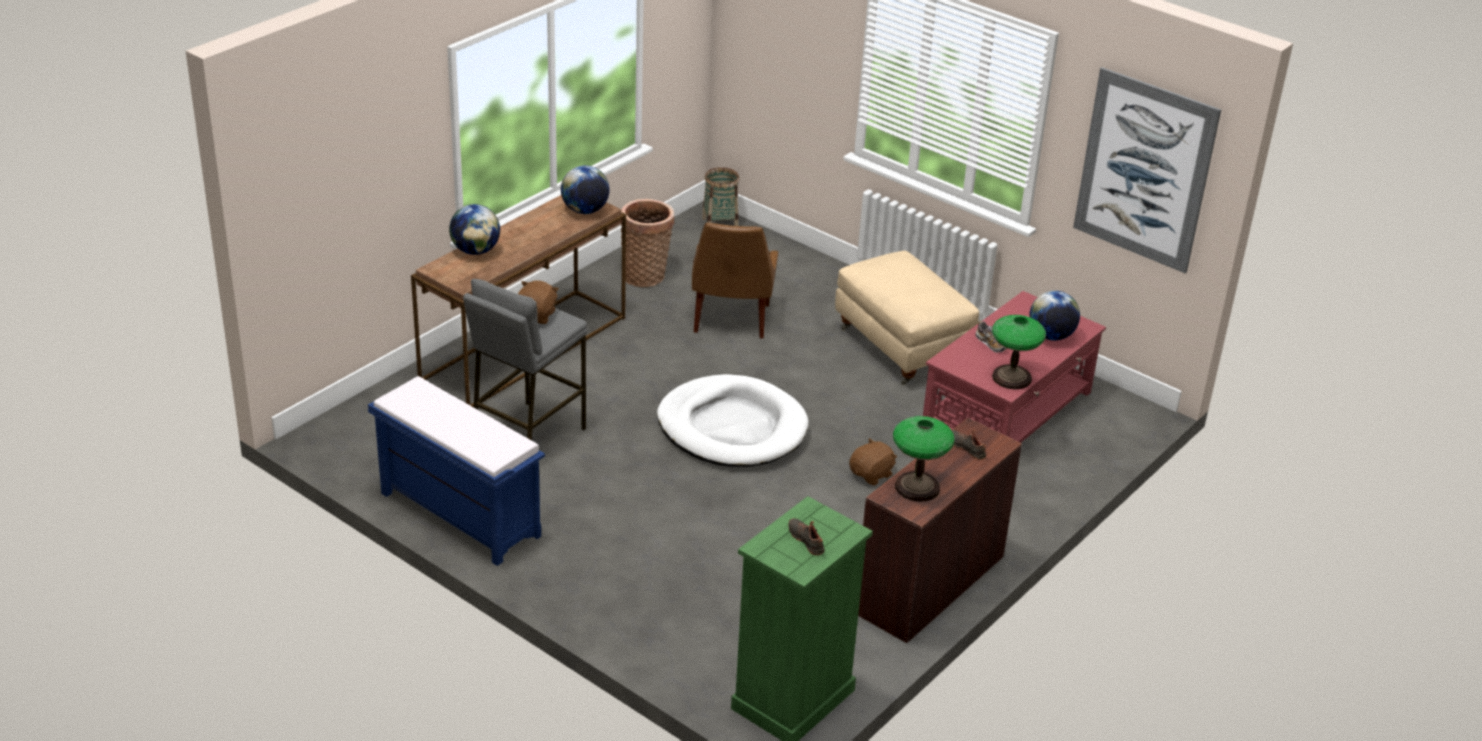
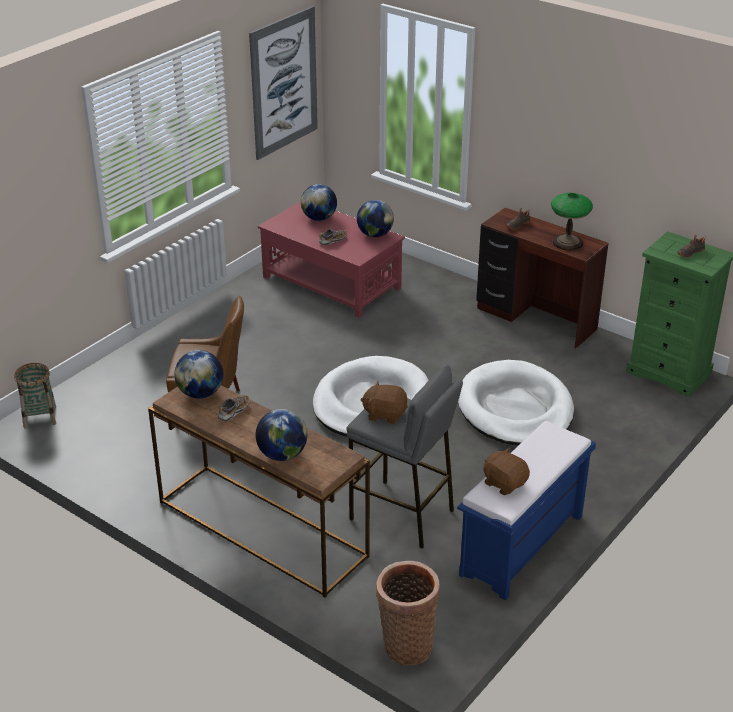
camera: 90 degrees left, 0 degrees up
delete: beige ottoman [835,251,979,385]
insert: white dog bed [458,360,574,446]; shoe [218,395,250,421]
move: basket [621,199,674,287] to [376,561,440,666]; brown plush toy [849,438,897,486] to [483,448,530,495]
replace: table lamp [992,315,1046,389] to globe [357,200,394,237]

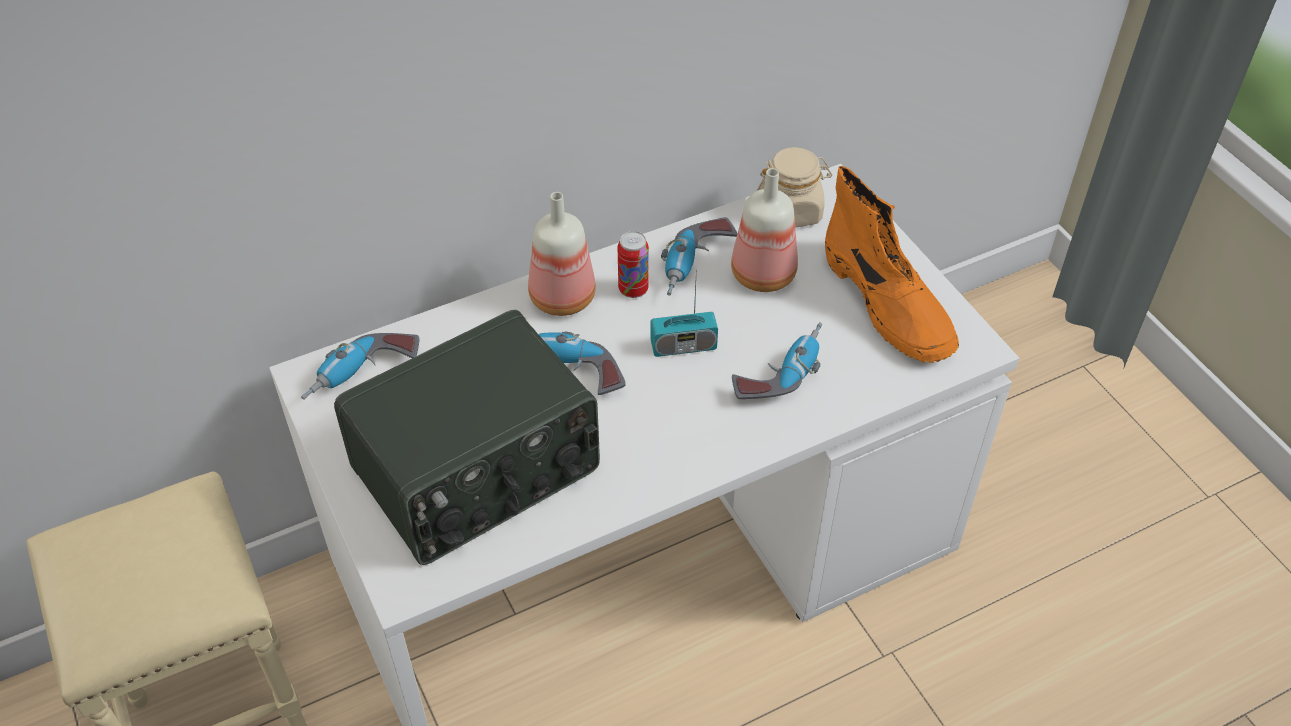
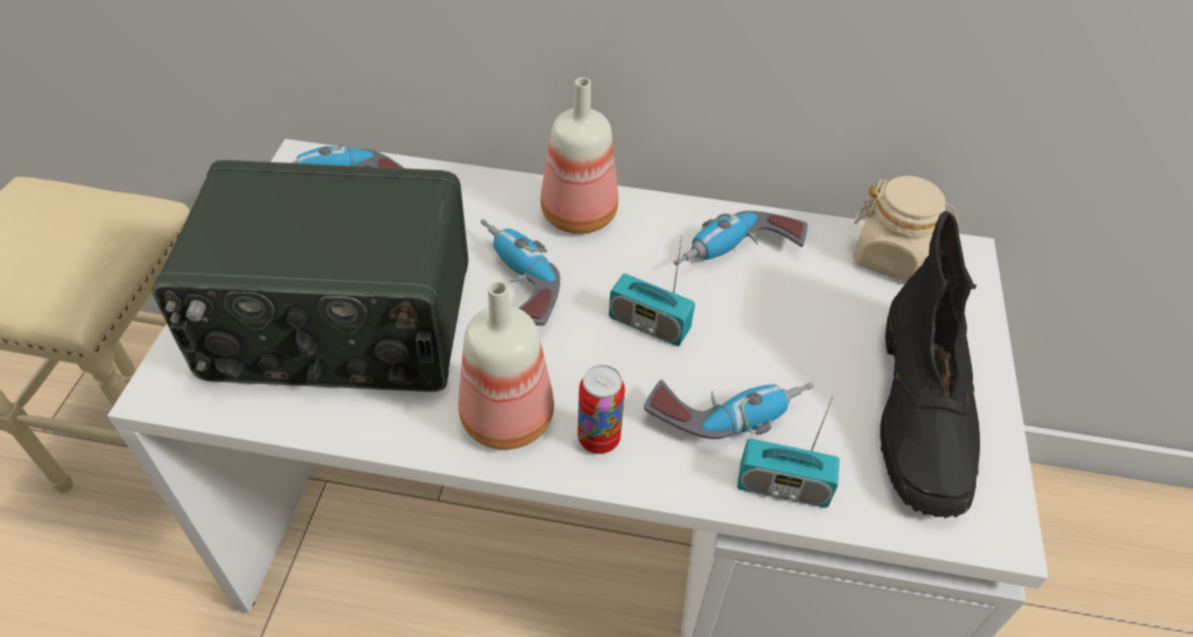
camera: 35 degrees right, 0 degrees up
insert: radio [737,397,840,508]
move: bottle [731,168,798,292] to [458,281,554,450]; can [618,231,649,298] to [578,365,625,454]
recolor: orange boot [825,166,959,363] to black boot [880,211,980,518]

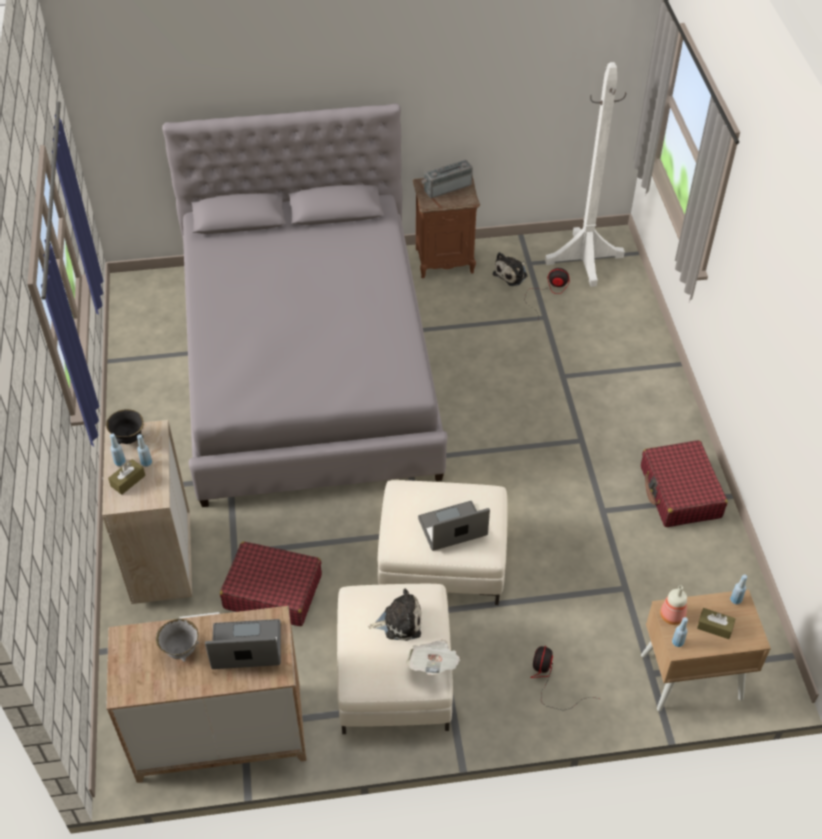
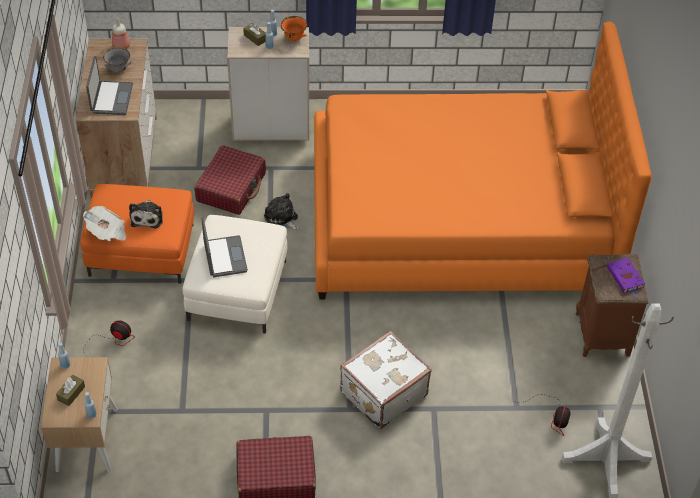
camera: 95 degrees right, 0 degrees up
insert: white suitcase [340,331,432,429]
move: plush toy [493,252,528,286] to [264,193,299,230]; bottle [660,586,687,625] to [112,18,130,49]
replace: radio [421,159,473,198] to purple book [607,258,645,297]
recolor: grey bed [162,103,448,507] to orange bed [314,21,652,300]; black bowl [106,409,144,444] to orange bowl [281,16,307,41]; white ottoman [337,584,453,734] to orange ottoman [80,184,194,284]

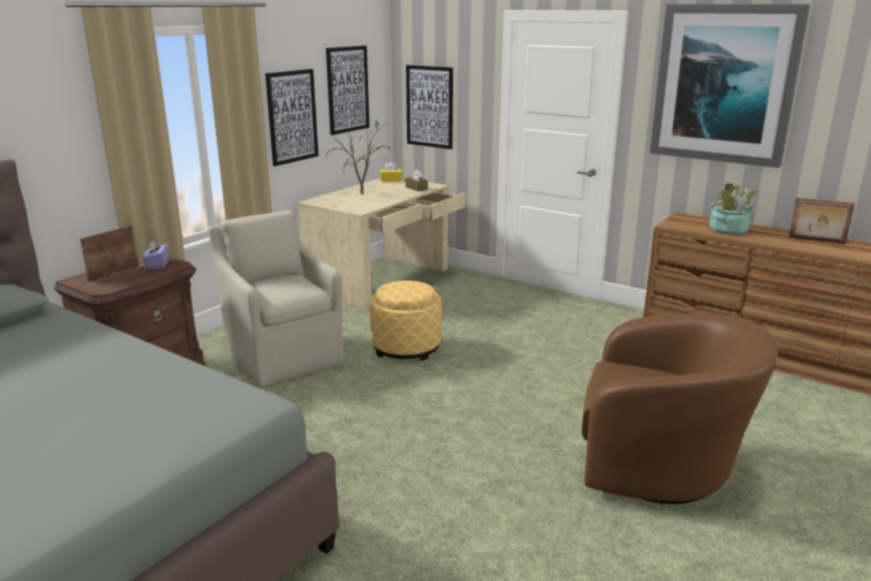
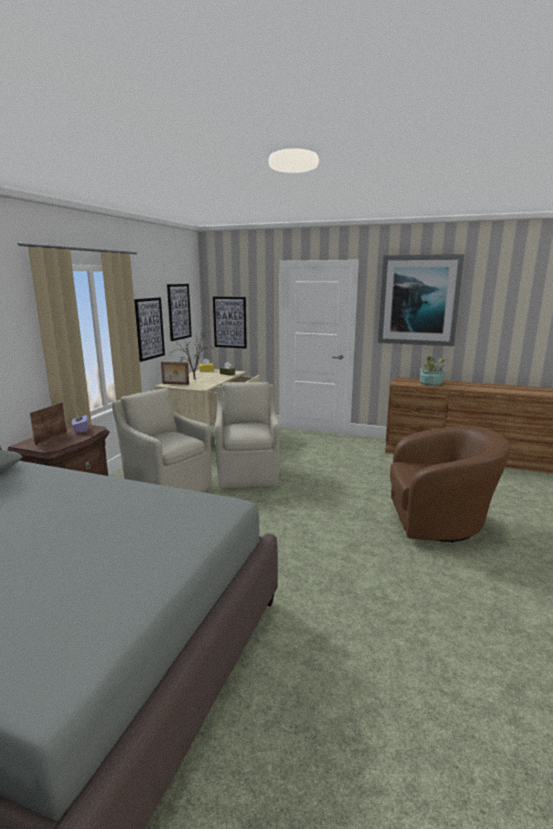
camera: 15 degrees left, 5 degrees down
move: picture frame [789,198,855,244] to [161,362,189,385]
replace: ottoman [370,280,442,361] to beige armchair [214,382,280,488]

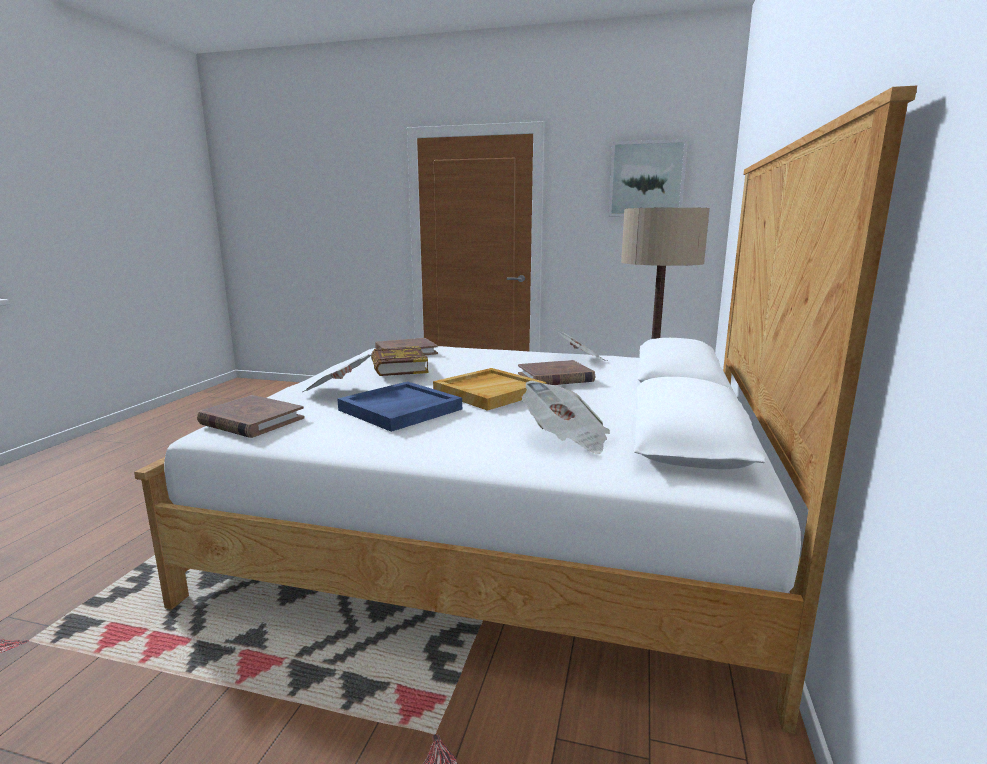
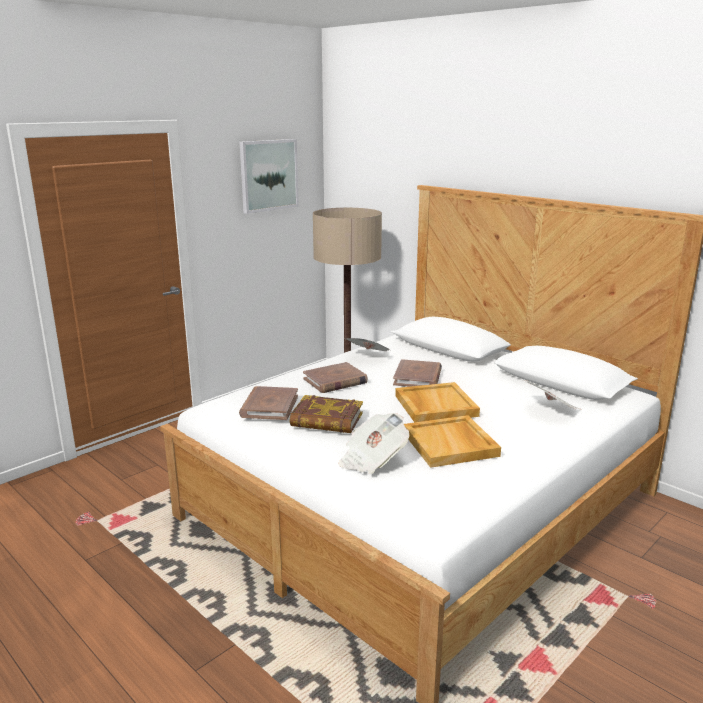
camera: 60 degrees left, 5 degrees up
move: brown book [197,395,305,438] to [303,362,368,393]
recolor: blue tray [337,381,462,432] to beige tray [404,415,501,468]

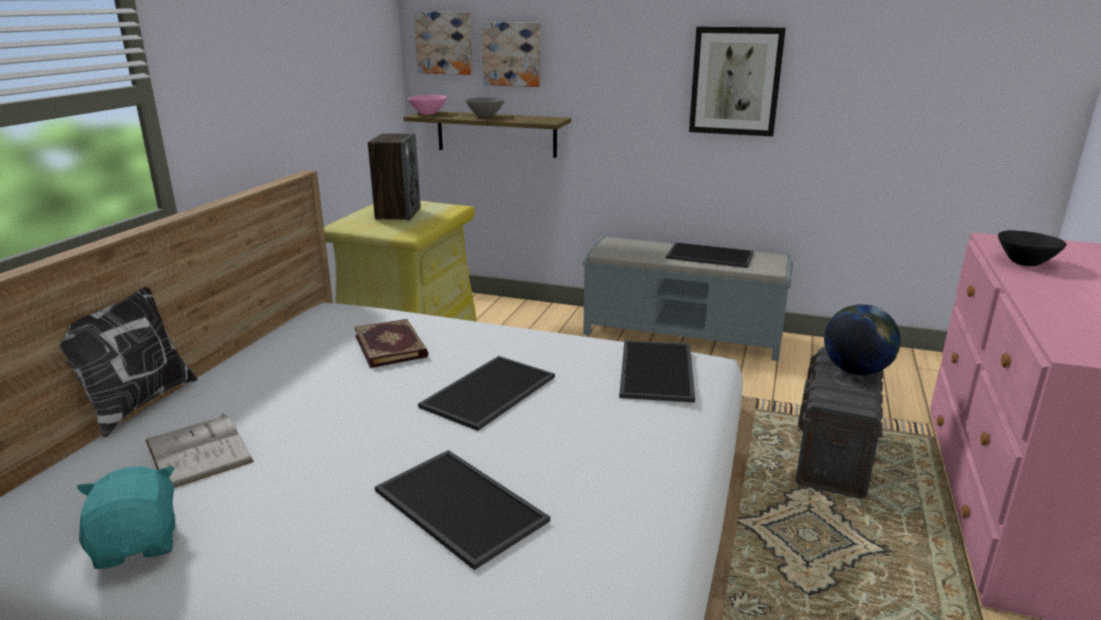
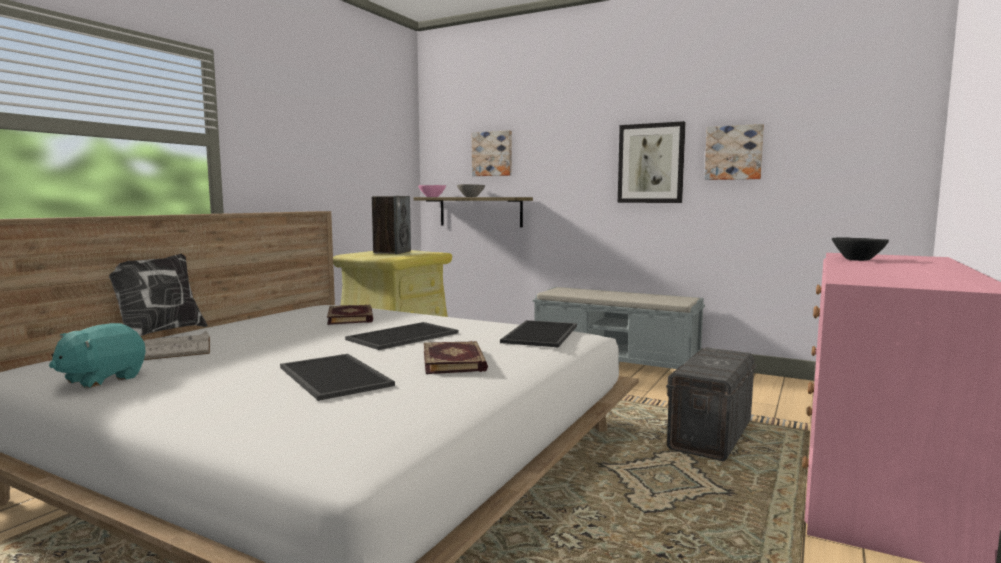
camera: 10 degrees right, 15 degrees down
delete: tray [666,242,753,268]; globe [824,304,901,375]
insert: book [424,341,488,374]
move: picture [414,11,473,75] to [704,124,764,180]
rotate: turquoise plush toy [77,466,175,569] = [49,323,145,389] 135 degrees counterclockwise

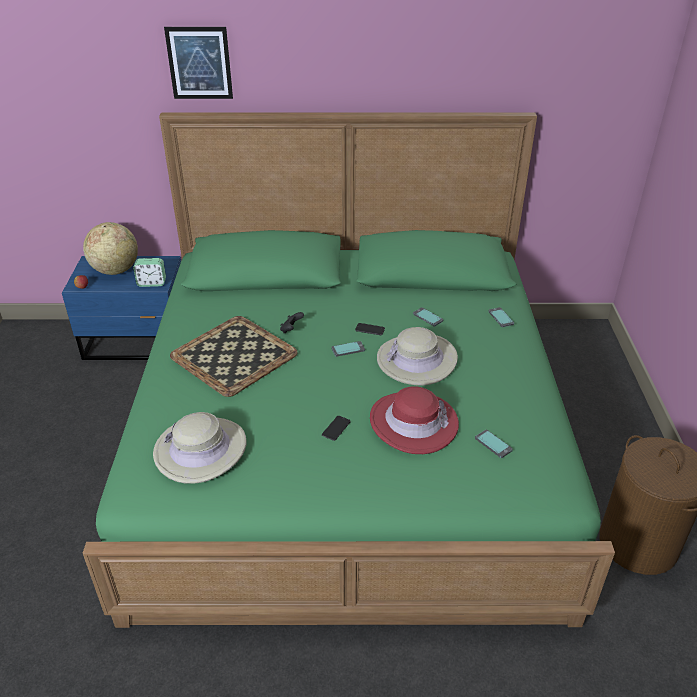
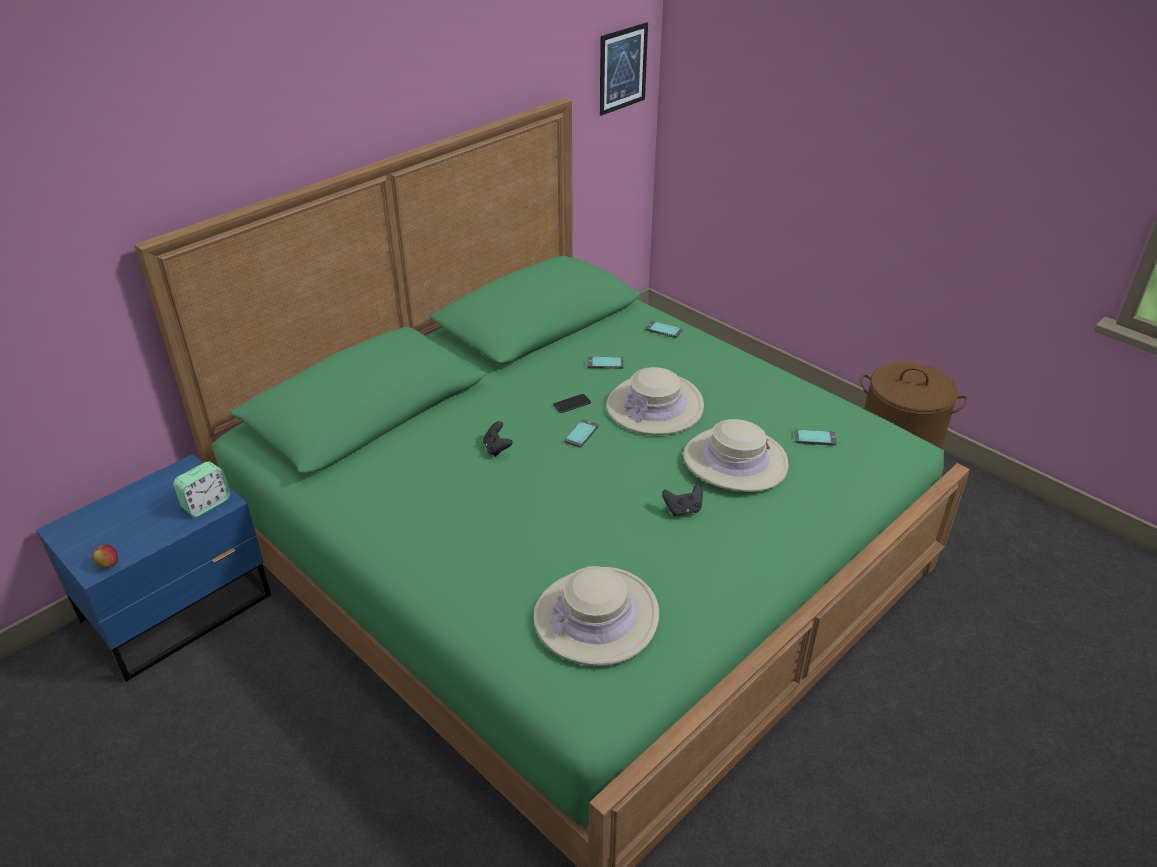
camera: 45 degrees left, 0 degrees up
delete: globe [83,222,138,275]; tray [170,316,298,397]
move: picture [164,27,233,99] to [600,22,648,116]
replace: phone [322,416,351,441] to black game controller [662,484,703,516]
recolor: red hat [370,386,459,454] to beige hat [684,419,789,492]

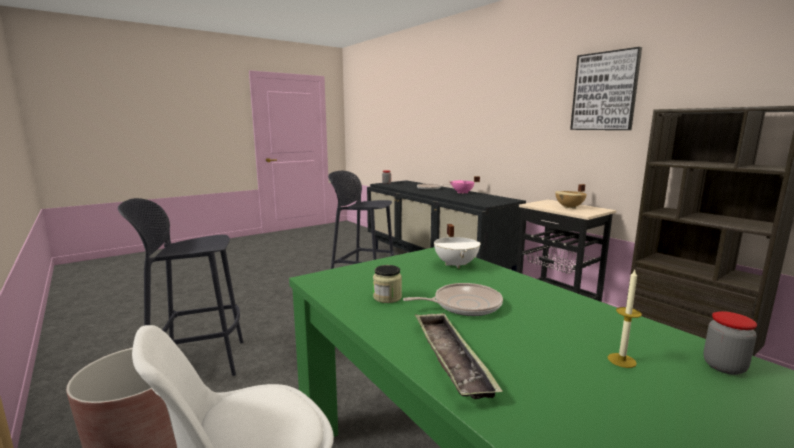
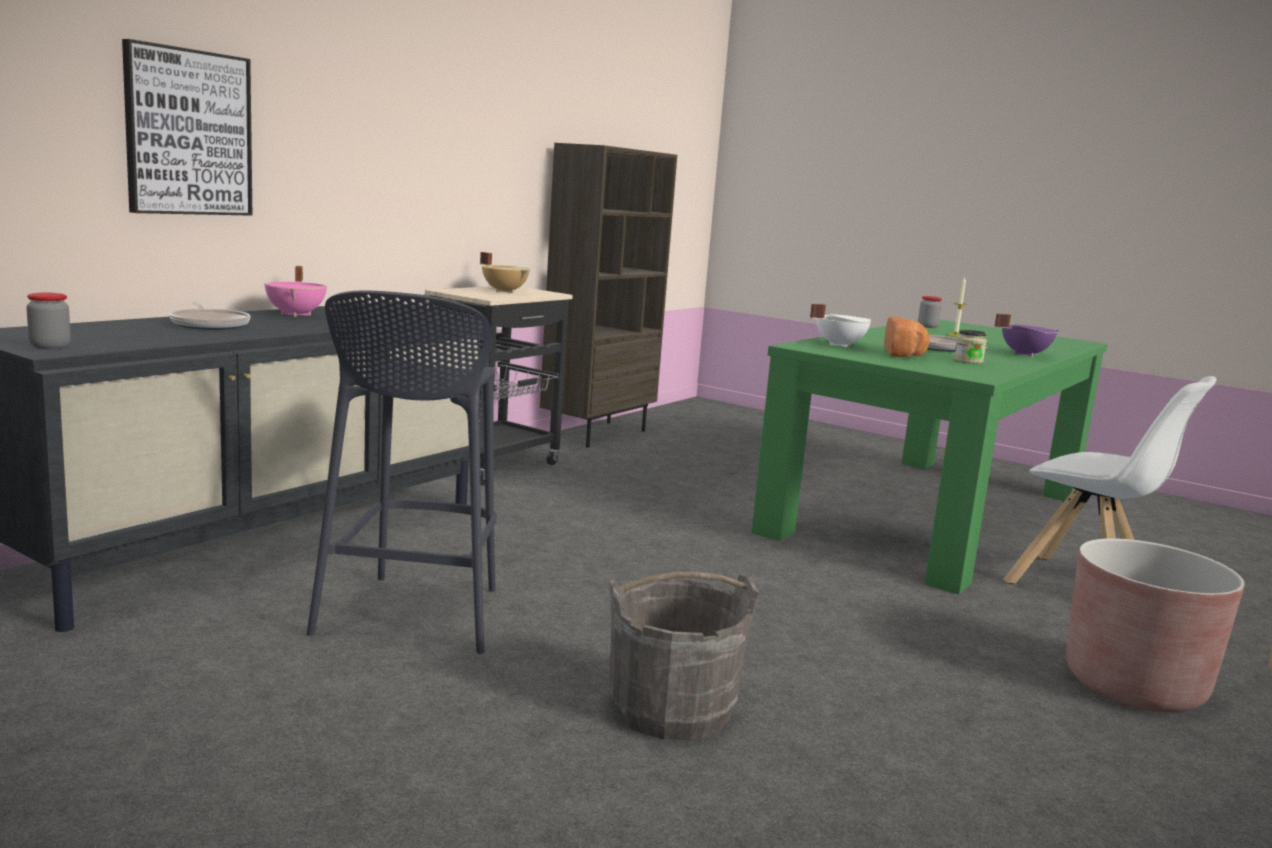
camera: 110 degrees left, 0 degrees up
delete: grey stool [118,198,243,376]
insert: bread [884,317,930,357]; grey bucket [609,571,759,741]
move: picture [570,47,642,130] to [122,39,252,216]
replace: tray [415,313,503,399] to purple cooking pot [994,314,1059,357]

